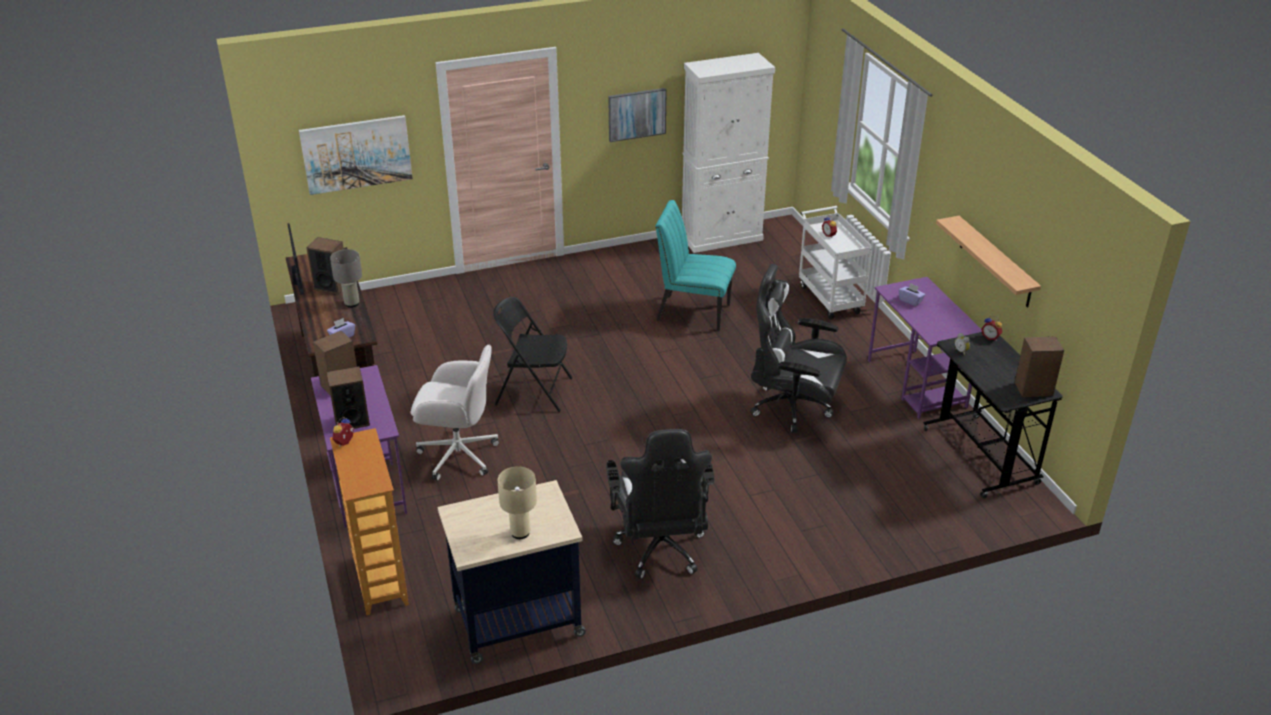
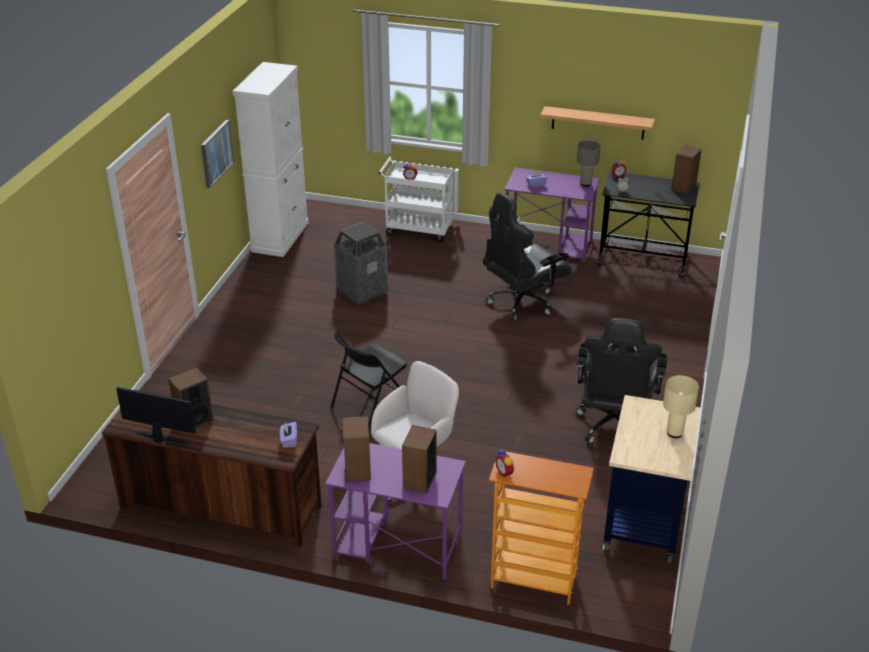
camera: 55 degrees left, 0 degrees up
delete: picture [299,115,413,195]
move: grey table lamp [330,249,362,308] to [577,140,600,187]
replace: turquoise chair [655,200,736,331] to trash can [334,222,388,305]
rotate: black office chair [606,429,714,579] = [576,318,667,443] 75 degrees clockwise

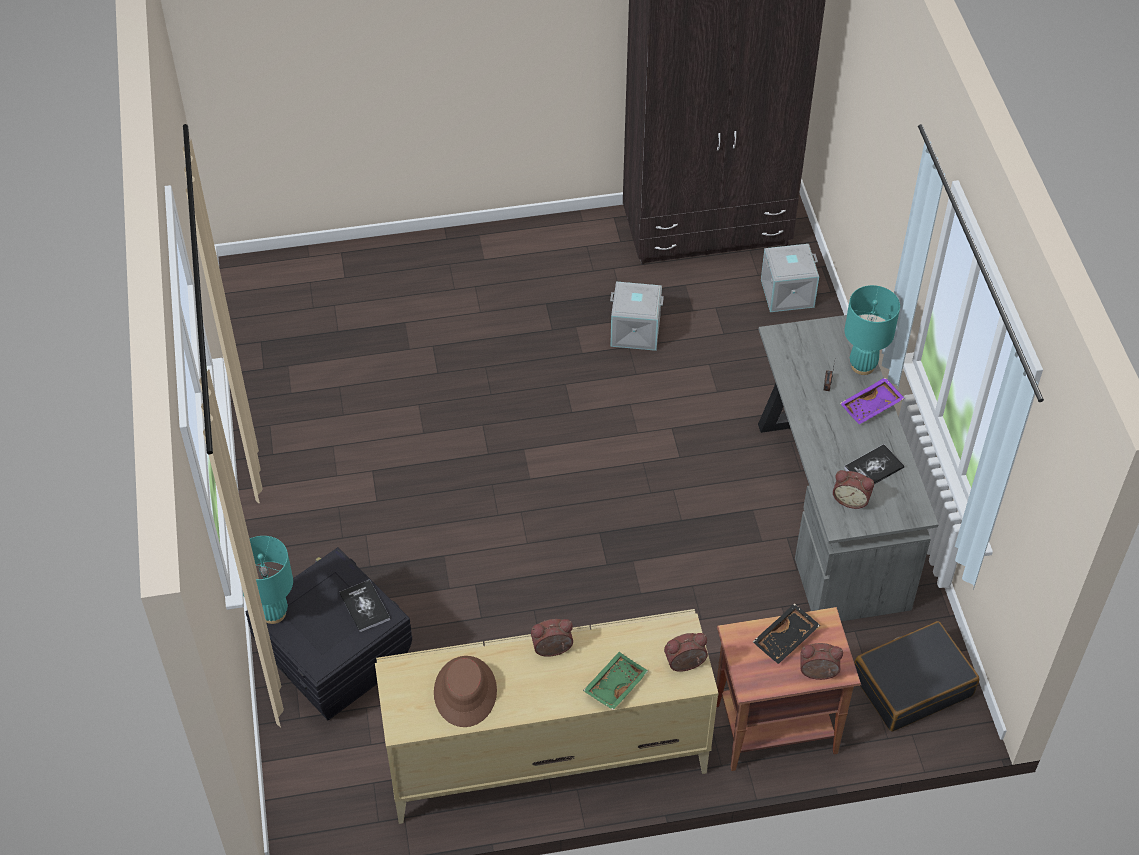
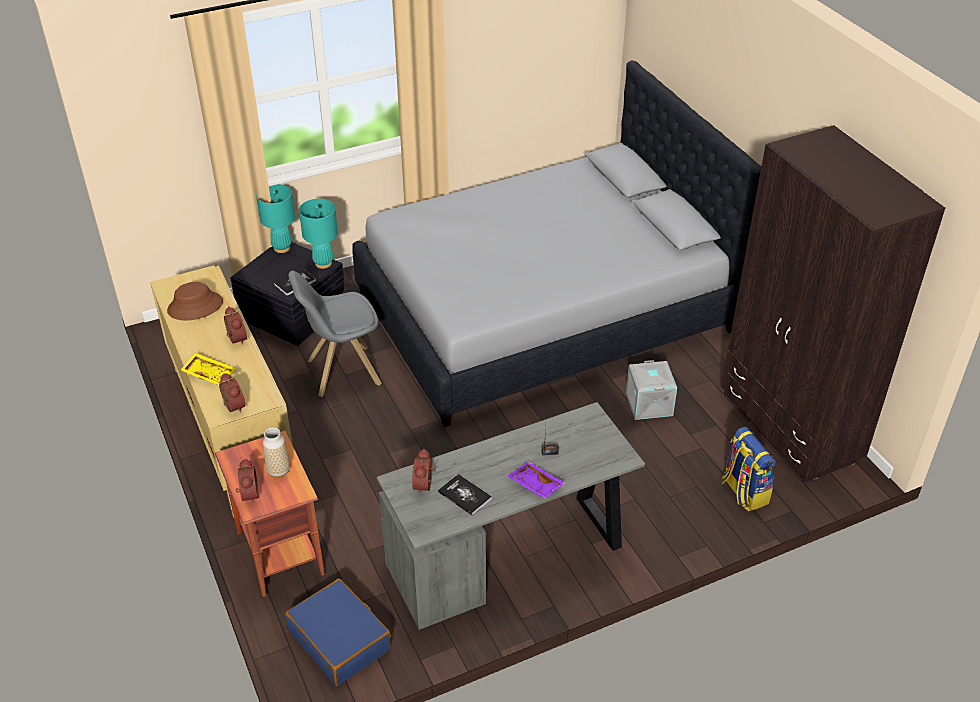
camera: 75 degrees right, 10 degrees down
insert: grey bed [352,61,761,427]; grey chair [288,271,382,397]
move: turquoise table lamp [844,285,900,375] to [299,199,338,269]
replace: grey storage box [761,244,819,312] to backpack [721,427,776,511]; black tray [753,603,820,664] to vase [263,427,290,478]
recolor: black suitcase [854,621,979,732] to blue suitcase [285,579,391,686]; green tray [583,652,648,710] to yellow tray [181,353,236,385]

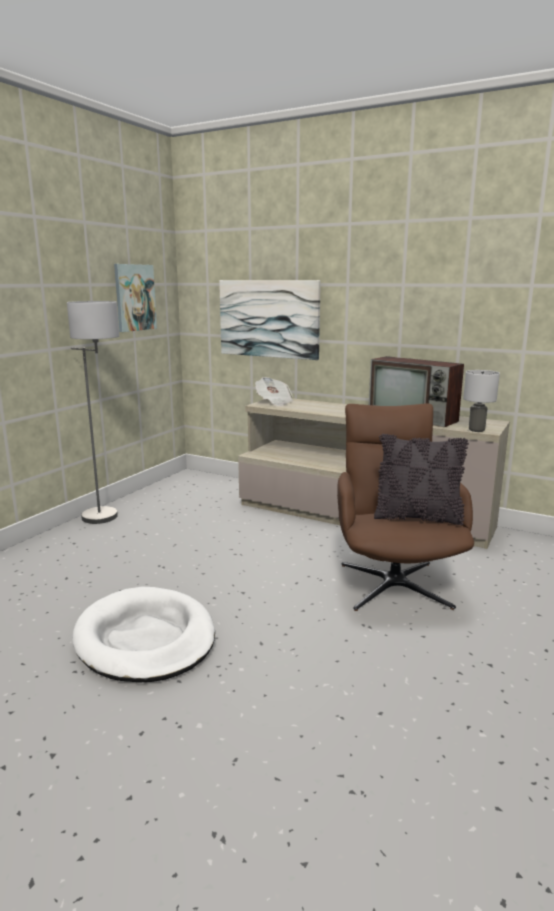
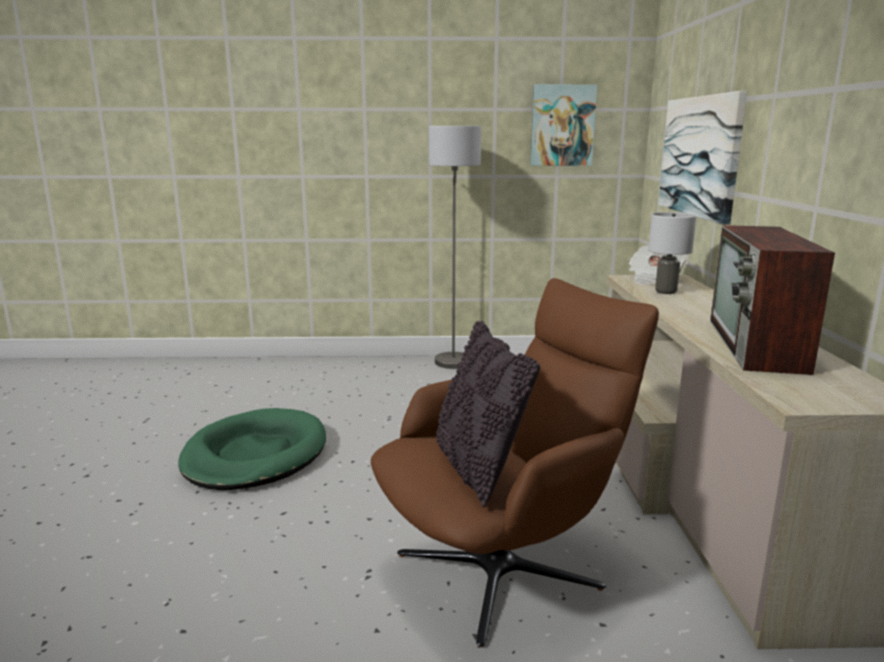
camera: 60 degrees right, 0 degrees up
move: white table lamp [463,370,500,432] to [648,212,697,294]
recolor: white dog bed [72,587,215,682] to green dog bed [178,408,326,490]

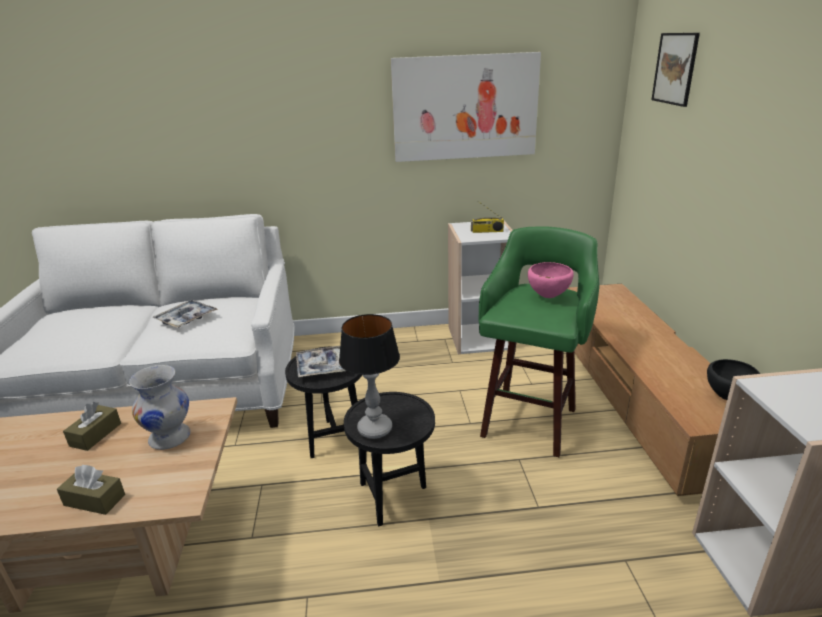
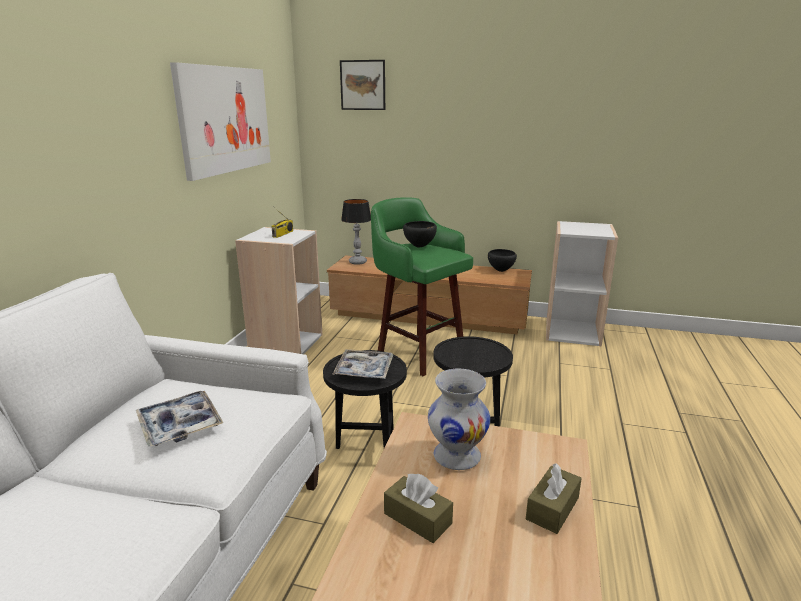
camera: 70 degrees left, 5 degrees down
move: table lamp [339,314,400,439] to [341,199,371,265]
recolor: pink bowl [528,262,574,298] to black bowl [403,221,437,248]

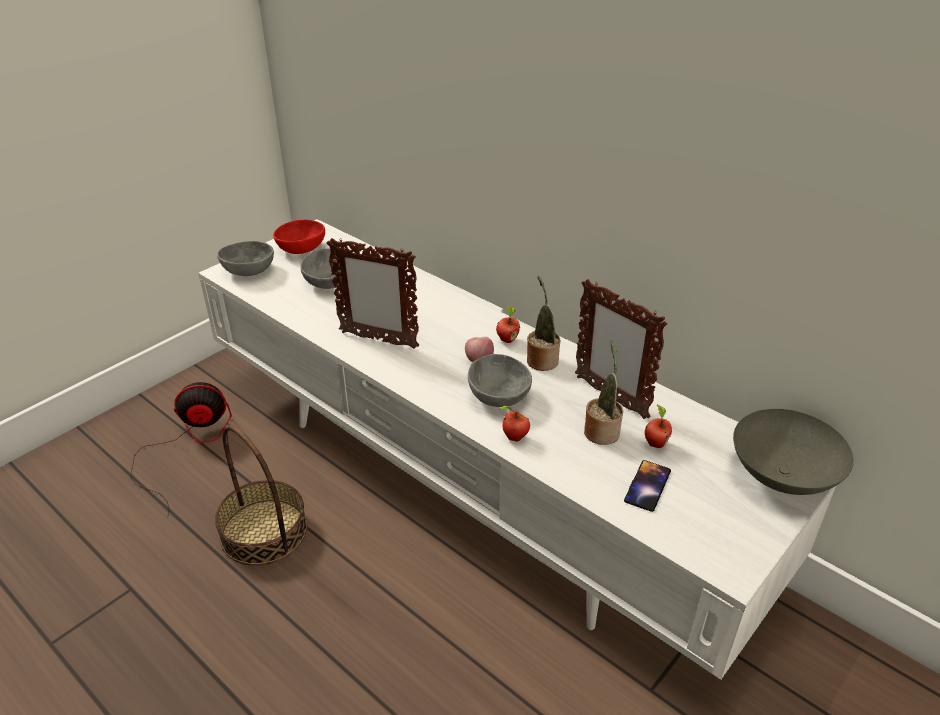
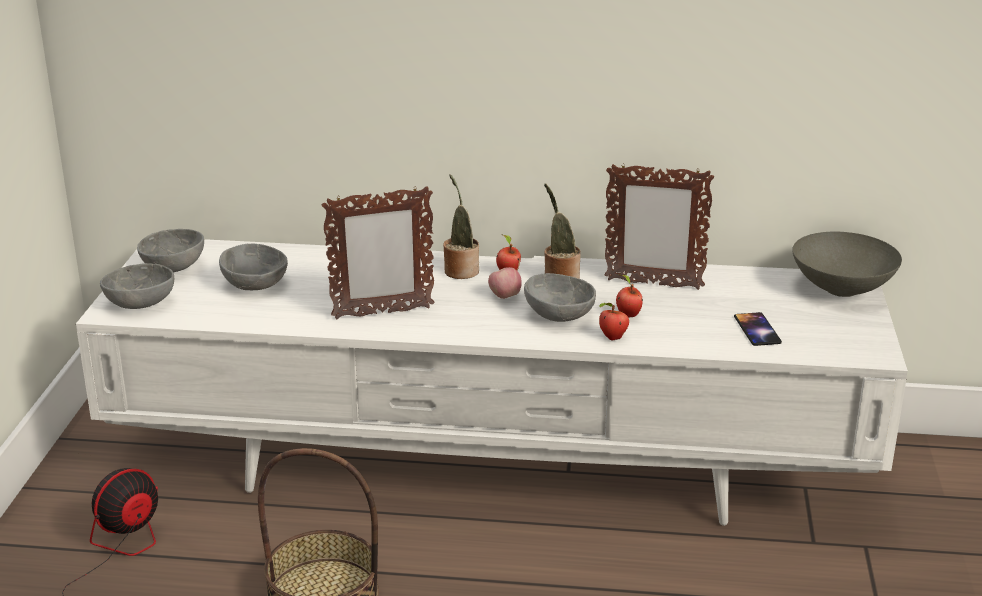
camera: 35 degrees left, 10 degrees down
move: potted plant [584,340,623,445] to [443,174,479,279]; apple [645,404,672,448] to [616,275,643,318]
recolor: red bowl [273,219,325,254] to grey bowl [137,229,204,272]

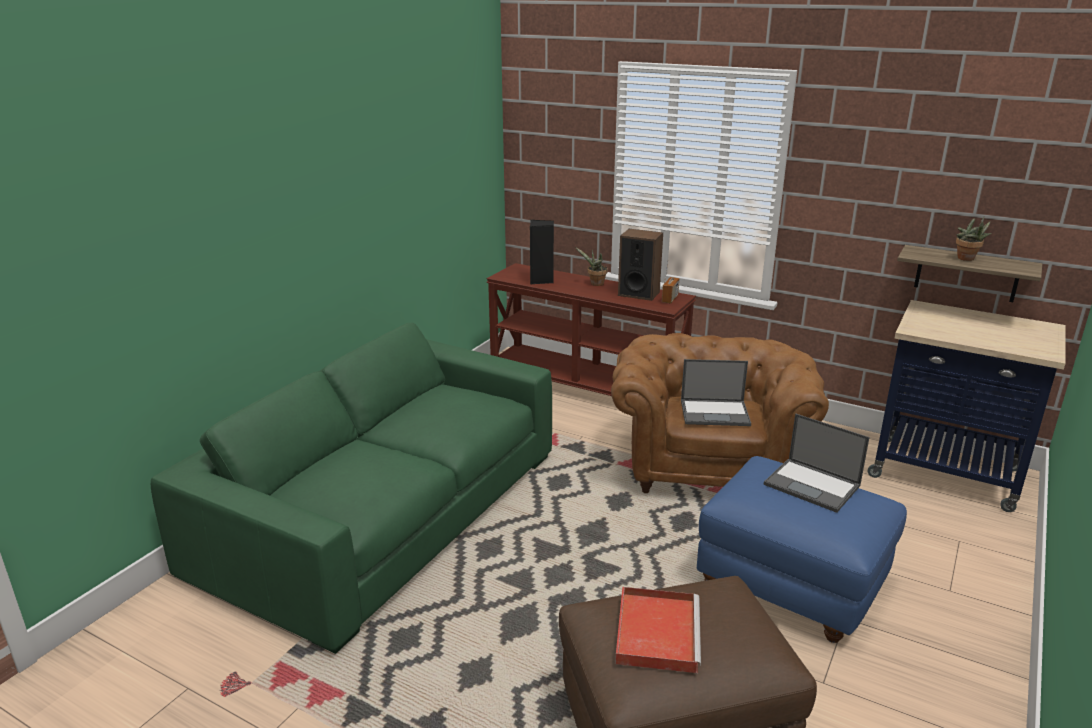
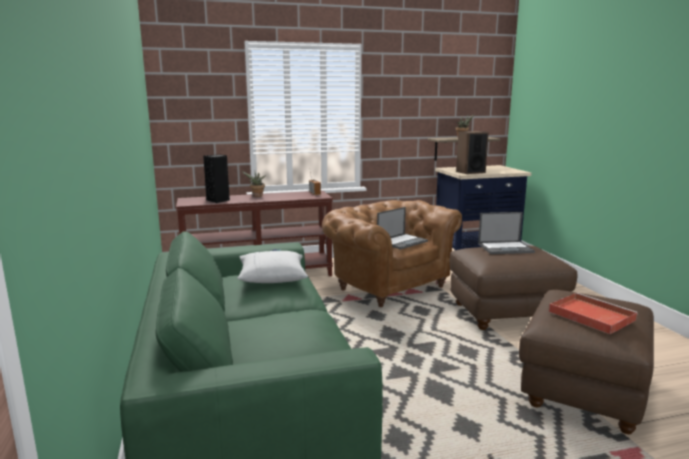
camera: 45 degrees left, 10 degrees down
insert: grey pillow [237,249,308,283]
move: speaker [618,229,663,301] to [456,131,489,174]
recolor: blue ottoman [697,456,907,643] to brown ottoman [450,245,577,330]

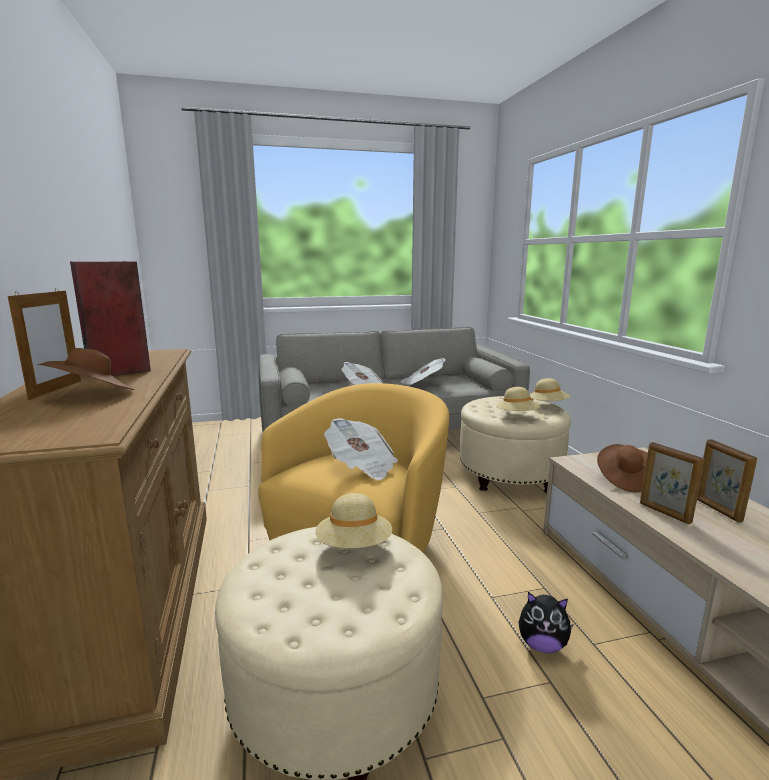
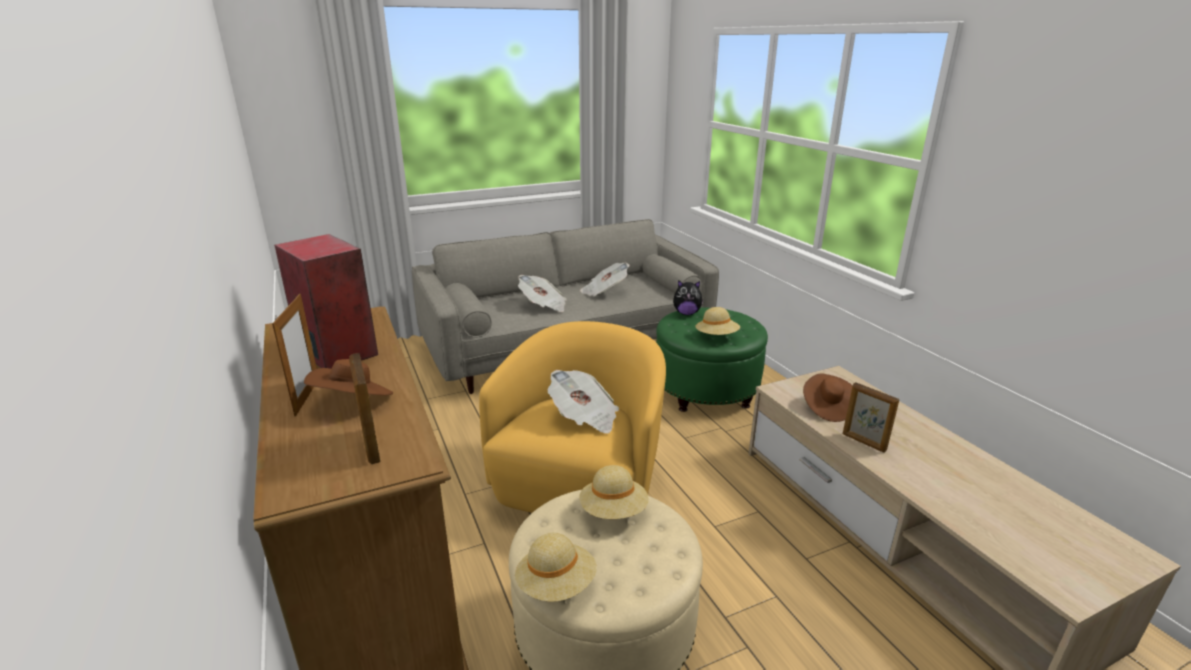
camera: 10 degrees left, 10 degrees up
move: beige hat [530,378,570,401] to [515,533,597,602]; picture frame [697,439,757,523] to [349,353,380,464]; plush toy [518,592,574,653] to [673,280,704,315]
recolor: beige ottoman [460,396,571,493] to green ottoman [656,307,768,412]

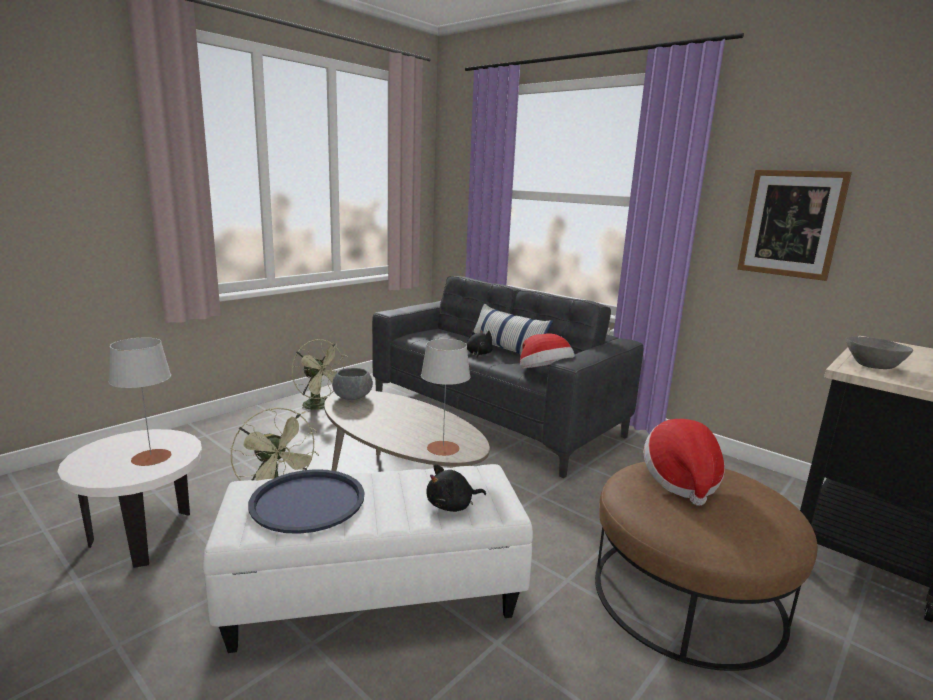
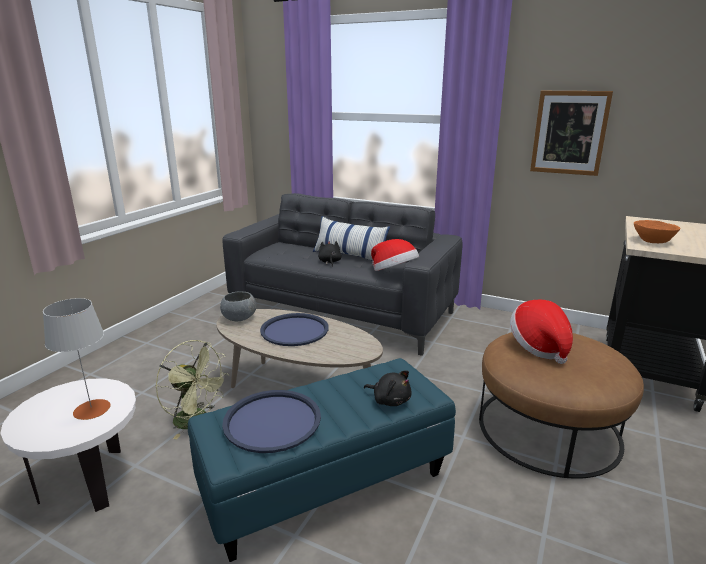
camera: 15 degrees left, 5 degrees up
delete: green fan [292,339,347,414]; grey table lamp [421,339,470,456]
insert: blue tray [260,313,329,346]
recolor: grey bowl [846,337,913,369] to orange bowl [634,220,680,243]; white ottoman [203,464,533,653] to blue ottoman [188,358,456,562]
rotate: black plush toy [426,464,486,512] = [364,370,412,406] 105 degrees counterclockwise

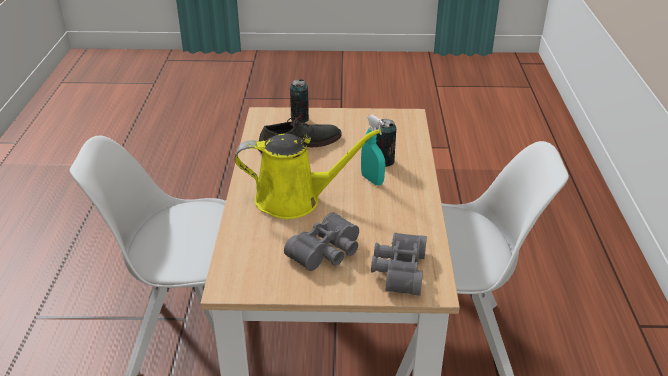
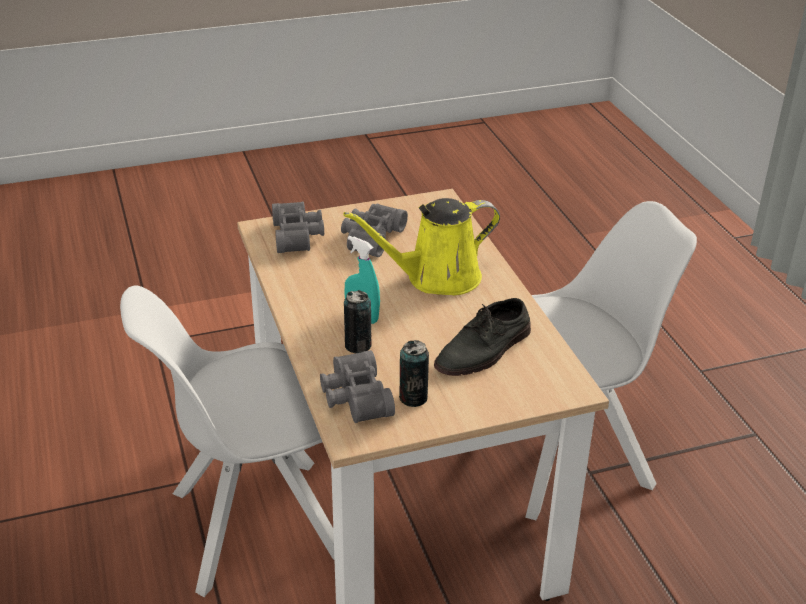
camera: 160 degrees right, 0 degrees up
insert: grey binoculars [320,350,395,423]
move: can [290,79,309,123] to [399,340,429,407]

